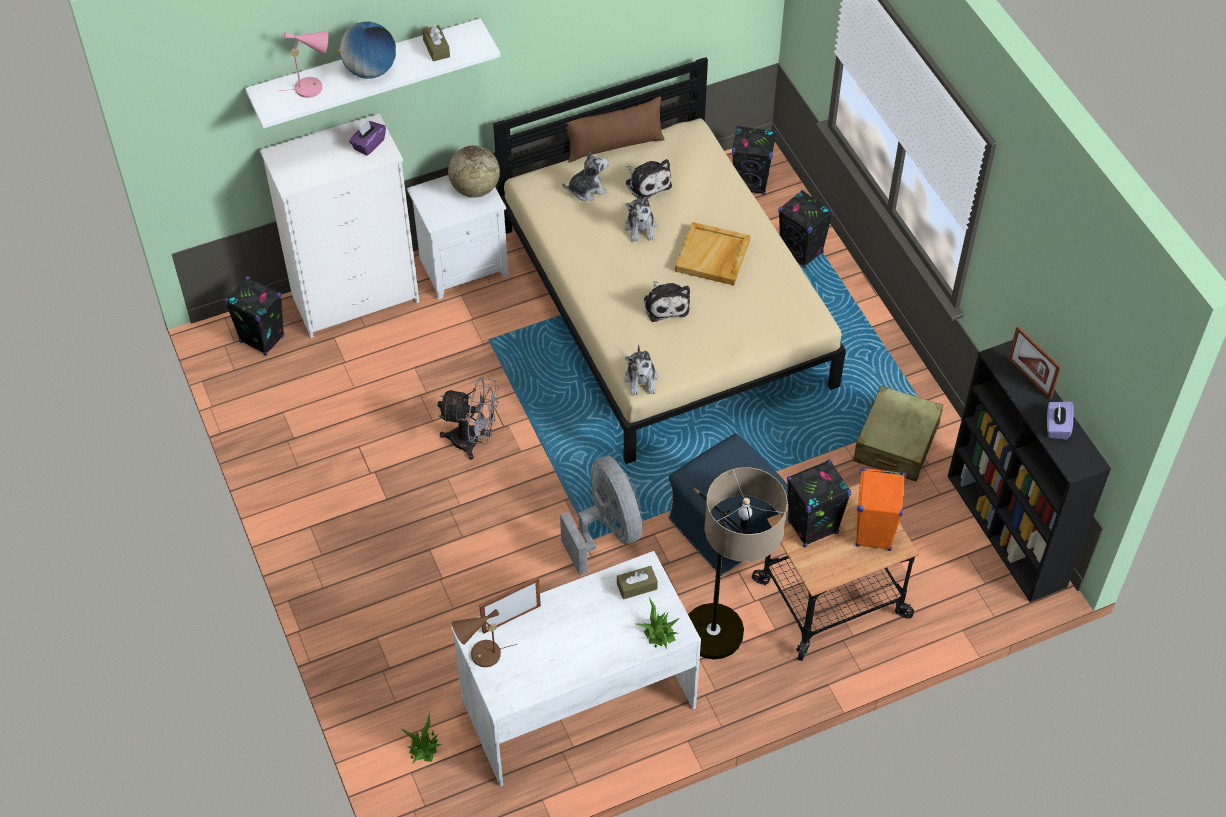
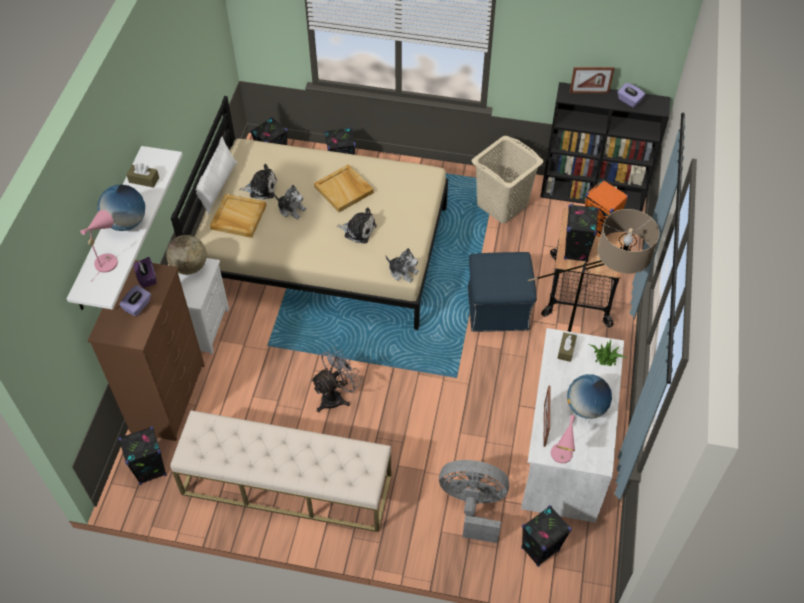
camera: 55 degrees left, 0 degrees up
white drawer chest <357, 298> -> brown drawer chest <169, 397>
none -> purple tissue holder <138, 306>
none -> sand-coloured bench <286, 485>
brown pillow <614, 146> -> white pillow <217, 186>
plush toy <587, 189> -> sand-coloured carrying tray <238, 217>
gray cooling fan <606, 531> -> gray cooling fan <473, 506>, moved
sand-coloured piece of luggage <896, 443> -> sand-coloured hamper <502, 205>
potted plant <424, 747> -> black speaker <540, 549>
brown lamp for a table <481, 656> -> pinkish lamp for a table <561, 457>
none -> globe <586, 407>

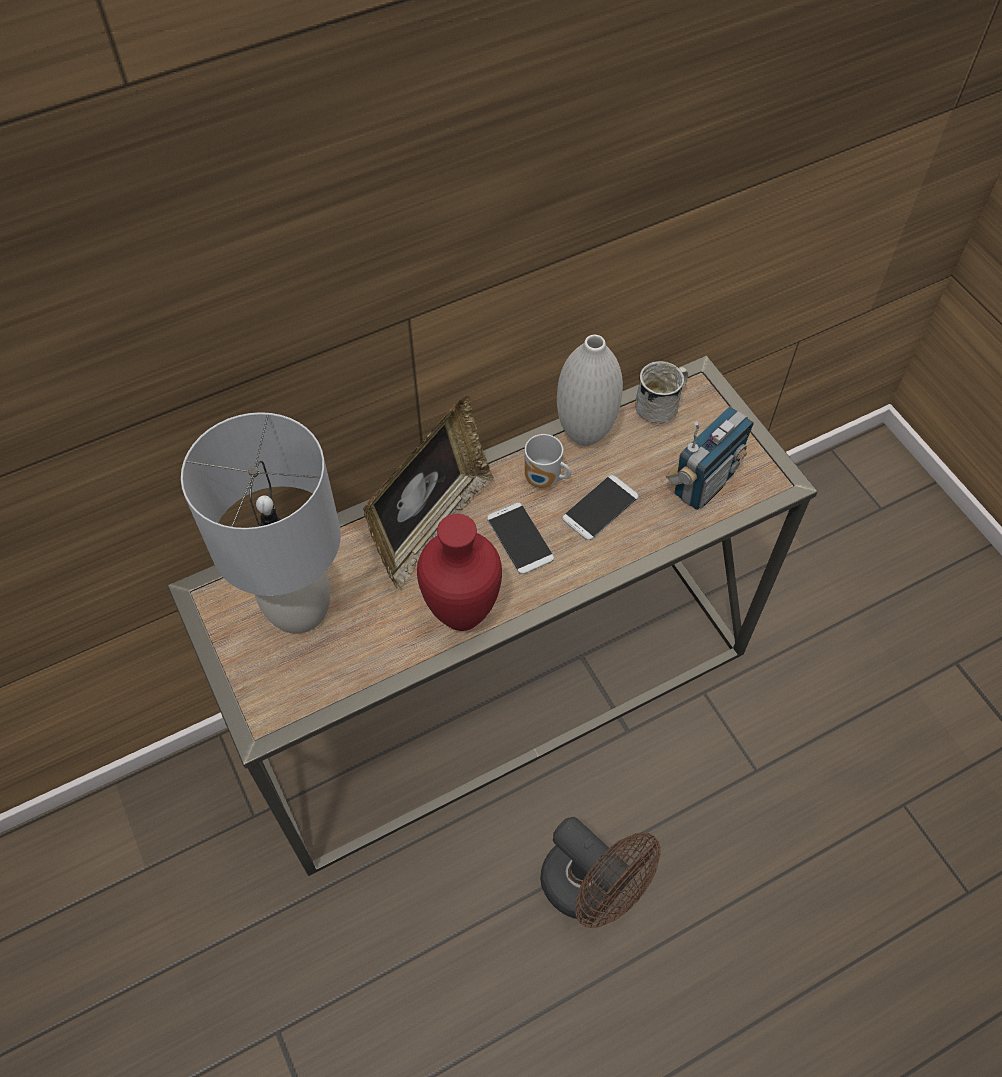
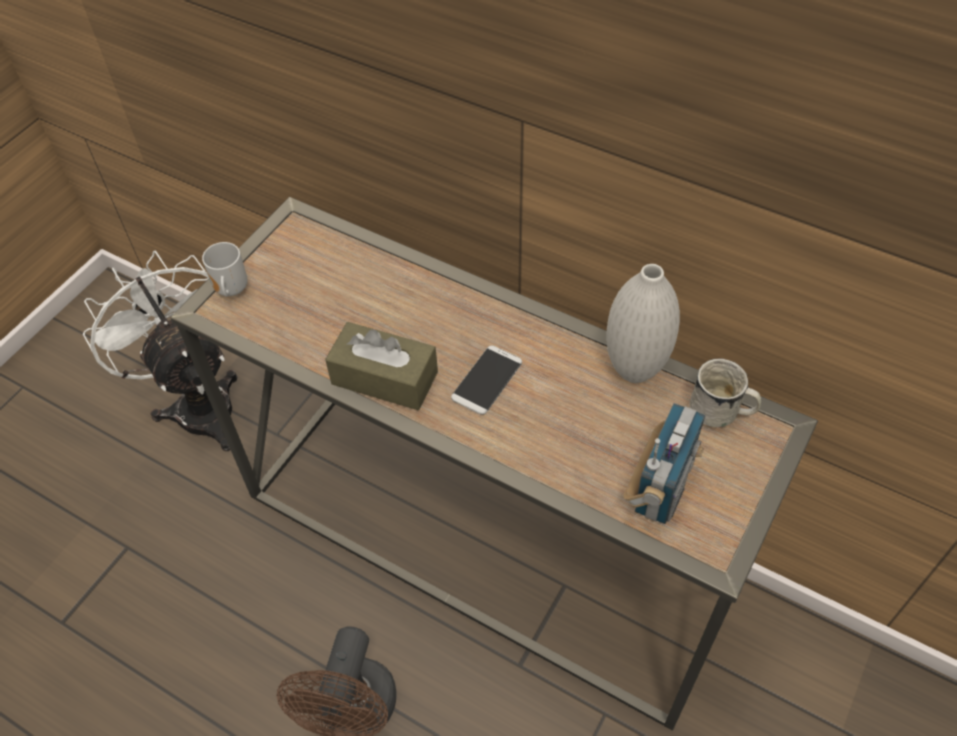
camera: 60 degrees right, 5 degrees down
none -> white cooling fan <198, 402>
coffee mug <544, 481> -> coffee mug <230, 291>, moved
reddish decorative vase <462, 612> -> brown tissue holder <384, 378>
radio receiver <702, 483> -> radio receiver <659, 490>, 75 degrees counterclockwise
gray lamp for a table <298, 607> -> none
photo frame <431, 526> -> none
telephone <600, 508> -> none

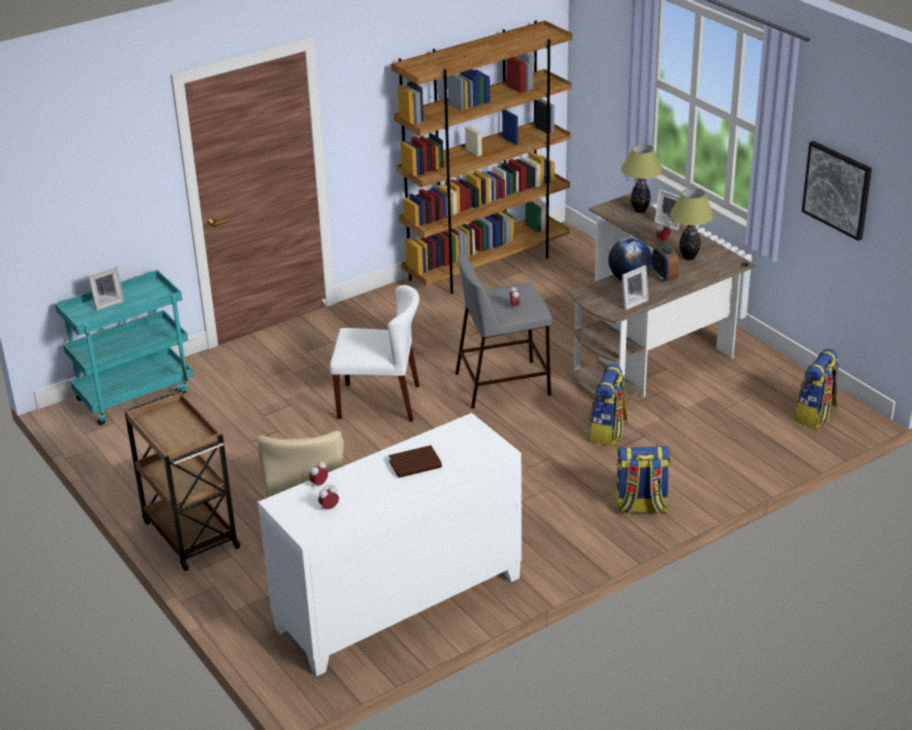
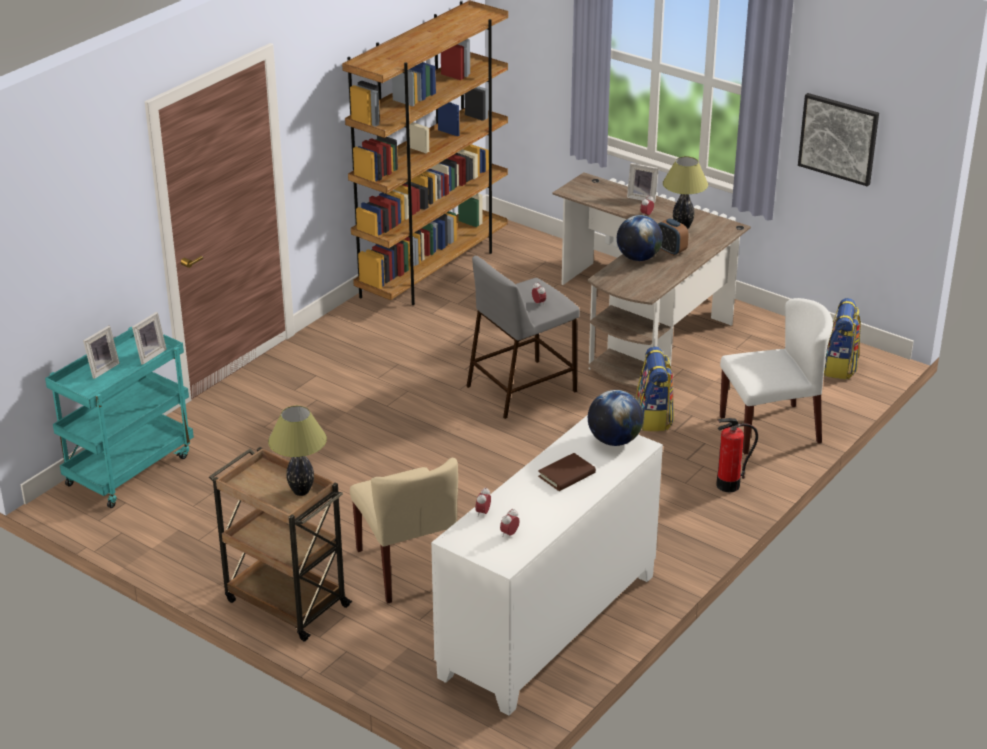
camera: 20 degrees left, 0 degrees up
photo frame <632, 302> -> photo frame <149, 355>, moved
lamp for a table <640, 210> -> lamp for a table <301, 491>, moved
none -> globe <614, 440>
backpack <640, 507> -> extinguisher <728, 485>
white upright chair <379, 402> -> white upright chair <770, 429>, moved

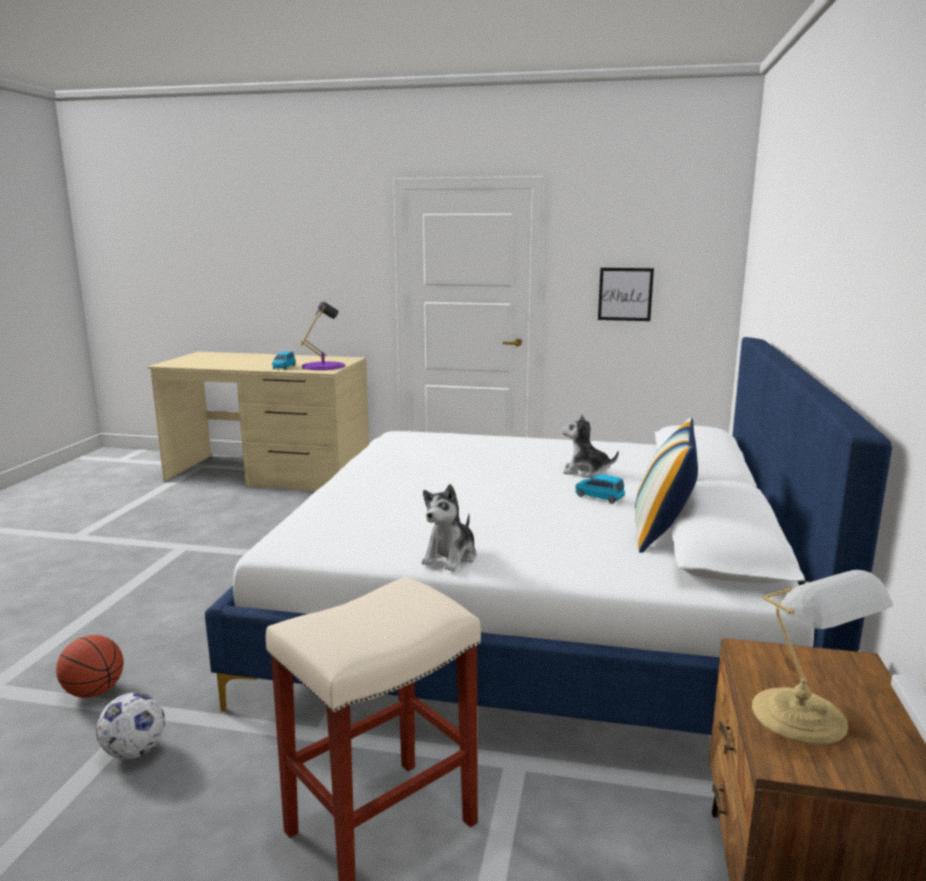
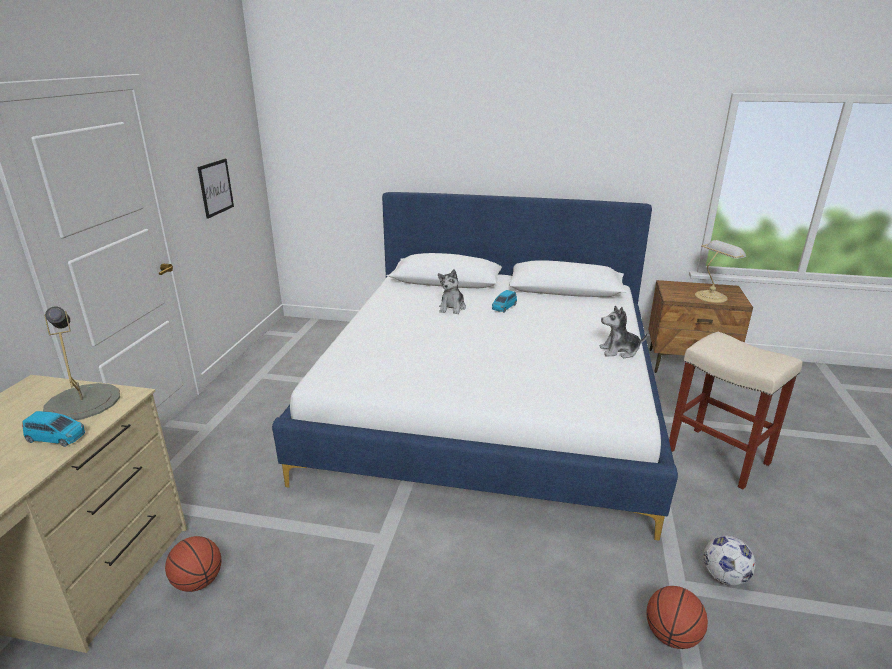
camera: 90 degrees left, 10 degrees up
purple lamp for a table <323, 366> -> gray lamp for a table <82, 402>
none -> ball for basketball <198, 582>
plush toy <451, 557> -> plush toy <619, 351>, 150 degrees clockwise
pillow <662, 533> -> none

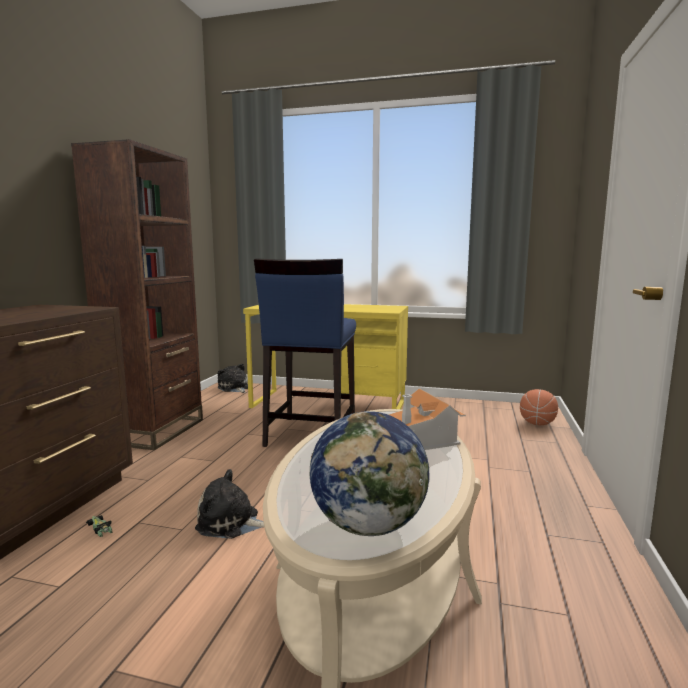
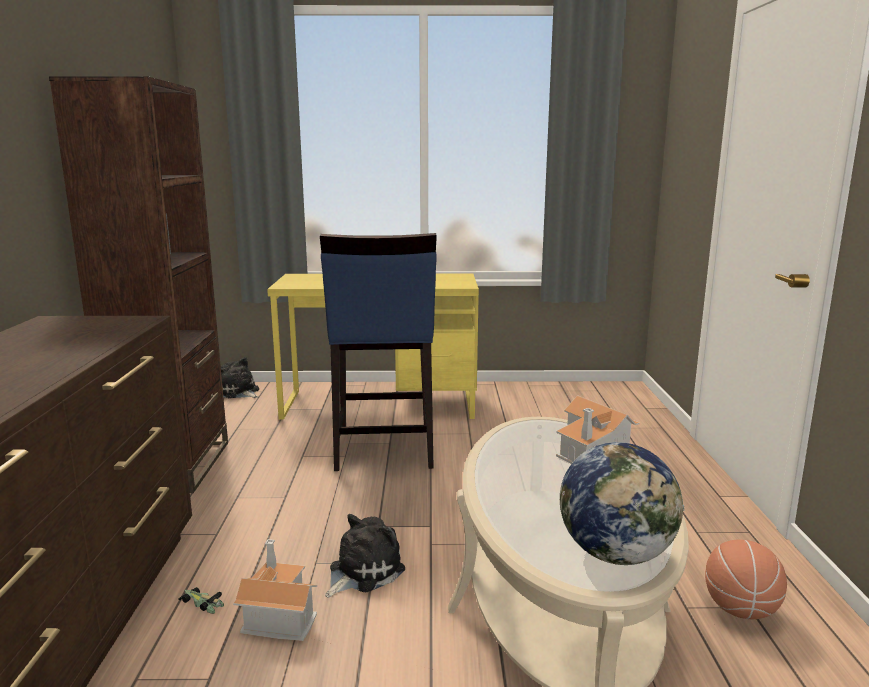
camera: 15 degrees left, 5 degrees up
none -> miniature house <278, 614>
plush toy <231, 523> -> plush toy <362, 571>, 135 degrees clockwise
ball for basketball <537, 423> -> ball for basketball <740, 609>, moved

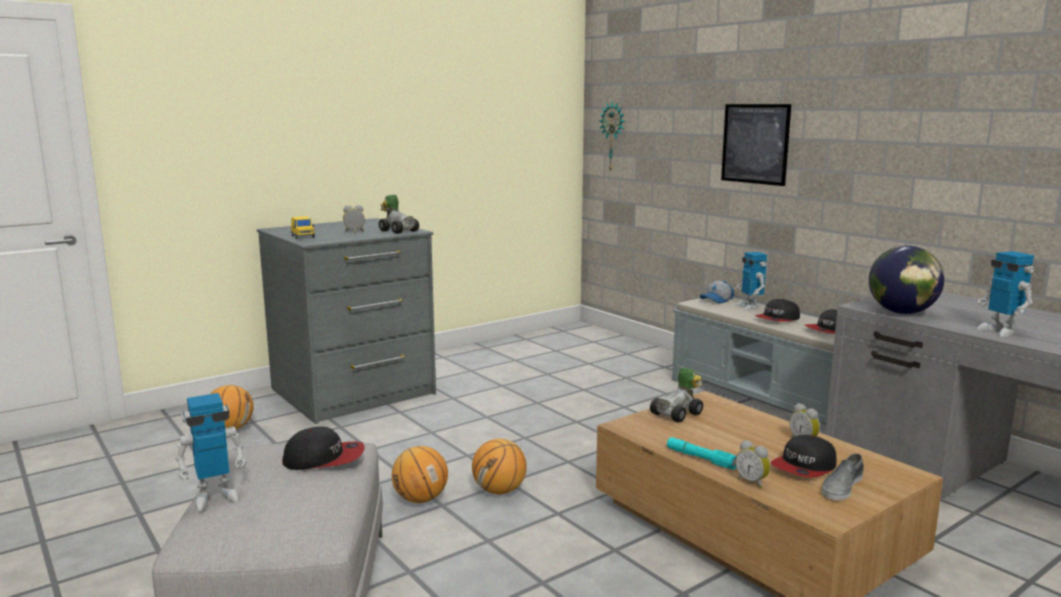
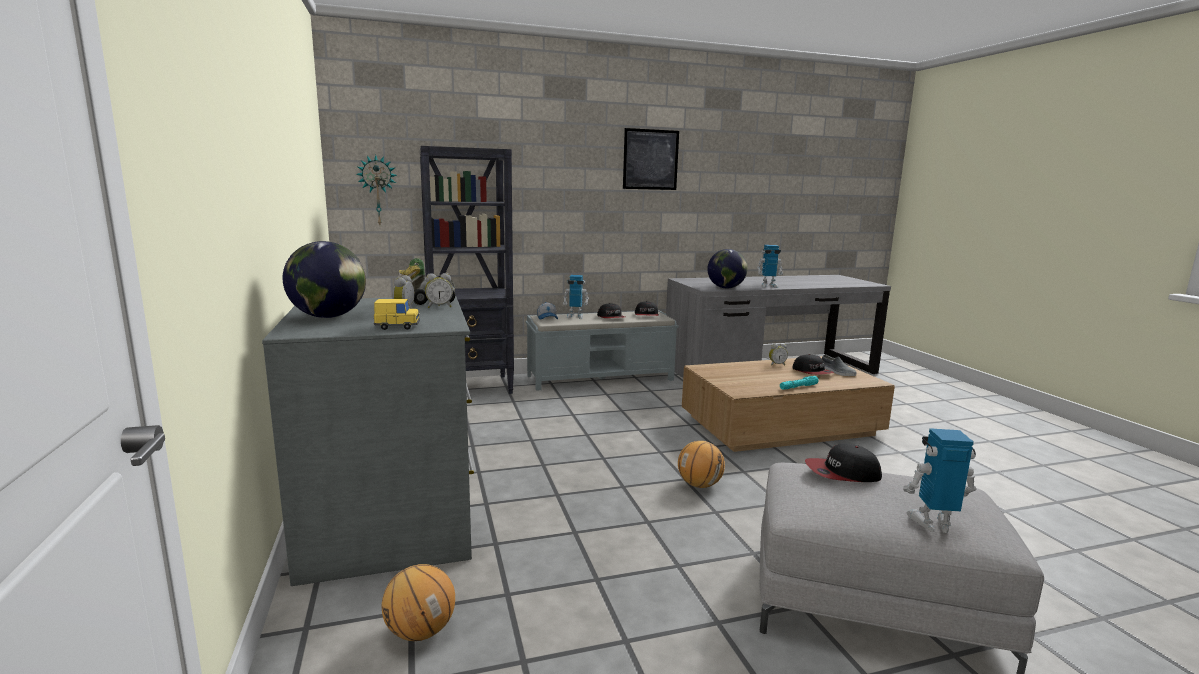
camera: 70 degrees left, 0 degrees up
none -> globe <328, 317>
none -> black bookshelf <472, 387>
table clock <752, 482> -> table clock <439, 307>, moved
wall picture <755, 144> -> wall picture <650, 159>, moved
baseball cap <324, 458> -> baseball cap <842, 473>, 105 degrees counterclockwise
toy robot <215, 497> -> toy robot <933, 524>, 75 degrees counterclockwise
ball for basketball <420, 499> -> none
model car <679, 413> -> none

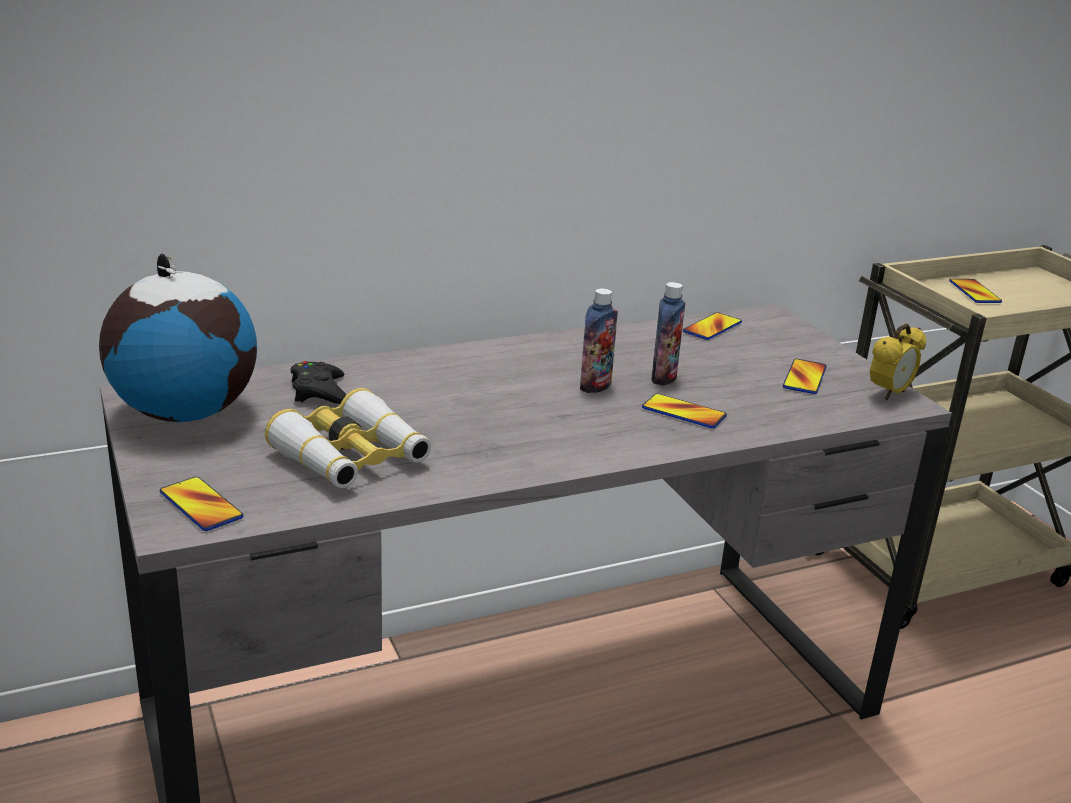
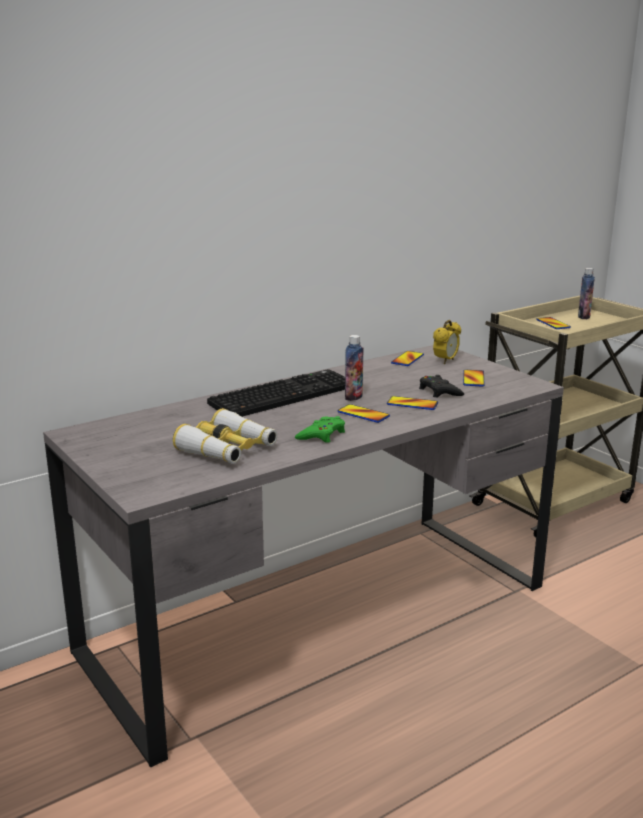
camera: 10 degrees left, 5 degrees down
none -> keyboard <282, 395>
none -> green-coloured game controller <322, 435>
telephone <201, 505> -> telephone <363, 414>, moved
black game controller <320, 391> -> black game controller <439, 392>, moved
table clock <889, 394> -> table clock <445, 361>, moved
beverage bottle <663, 378> -> beverage bottle <583, 317>, moved
globe <185, 412> -> none

